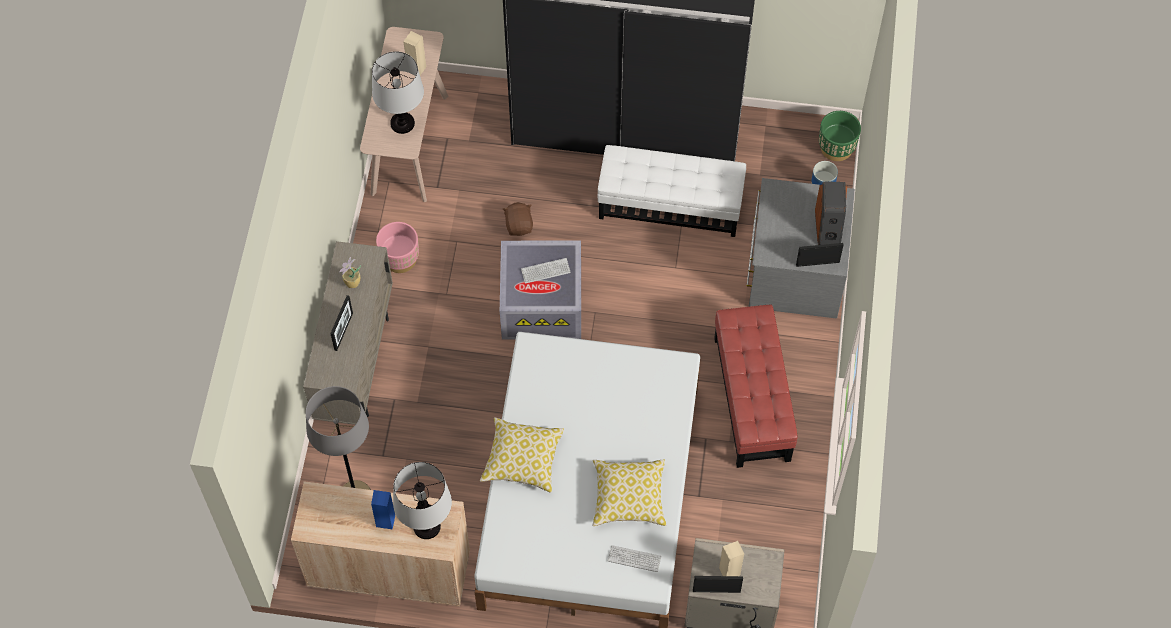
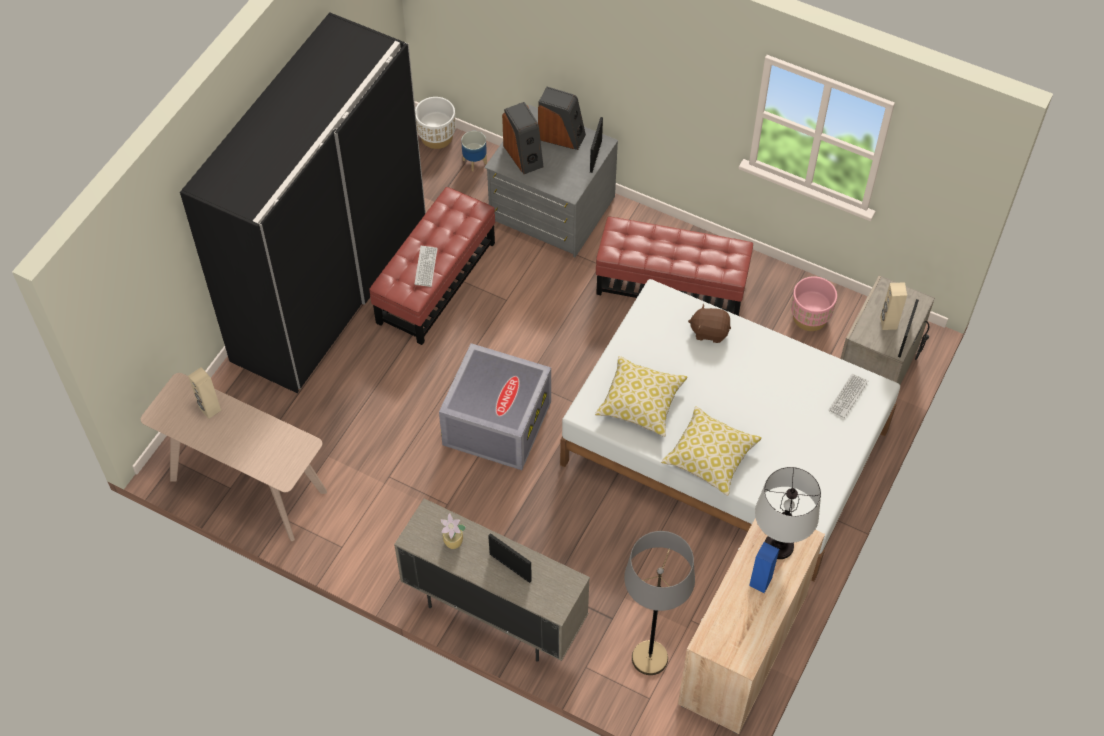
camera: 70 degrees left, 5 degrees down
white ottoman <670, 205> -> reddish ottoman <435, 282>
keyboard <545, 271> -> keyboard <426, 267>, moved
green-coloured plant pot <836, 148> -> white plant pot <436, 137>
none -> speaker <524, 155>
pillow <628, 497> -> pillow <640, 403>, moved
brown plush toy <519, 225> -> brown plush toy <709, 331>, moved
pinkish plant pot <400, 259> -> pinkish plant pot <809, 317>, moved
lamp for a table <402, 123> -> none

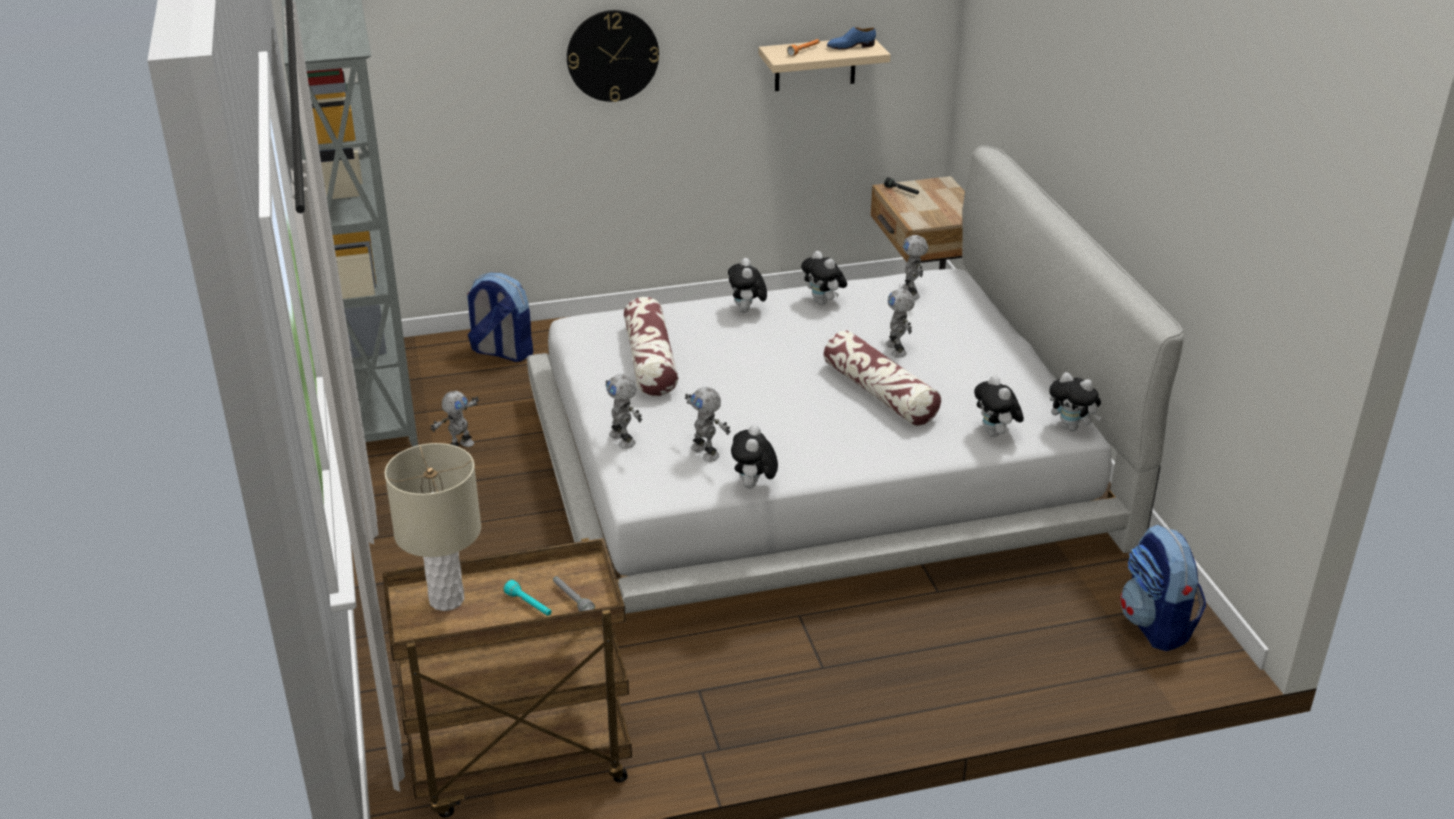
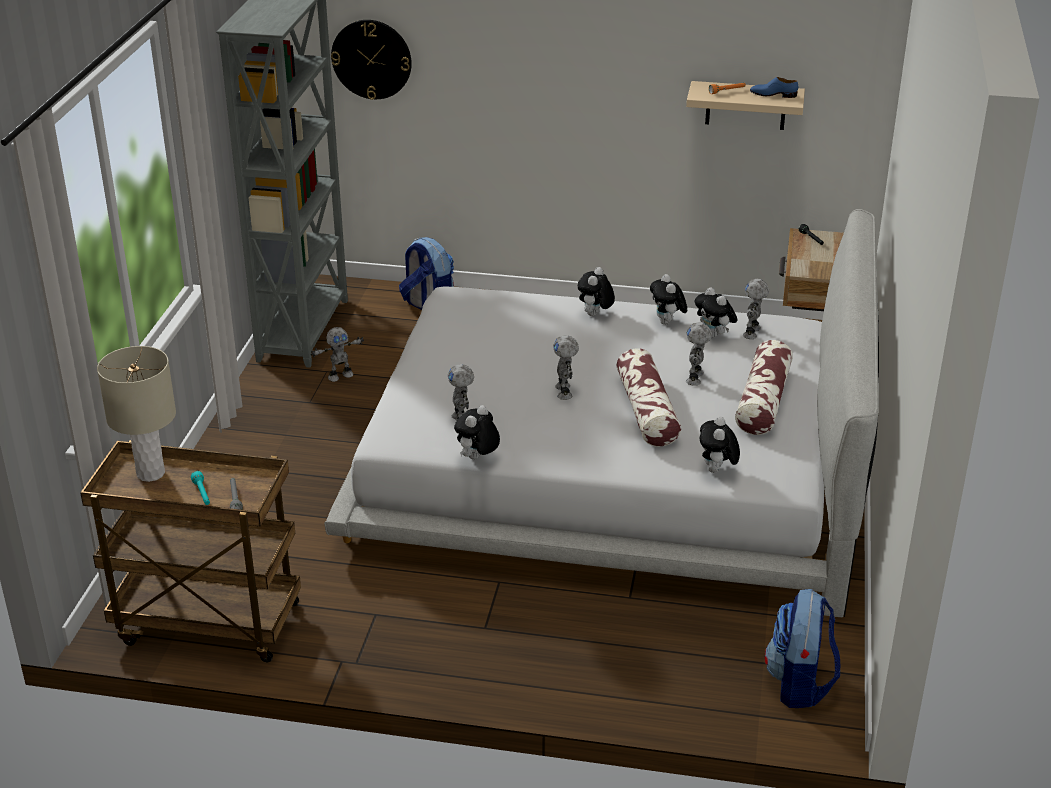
camera: 25 degrees right, 0 degrees up
hanging clock <612, 55> -> hanging clock <371, 59>, moved
toy robot <623, 439> -> toy robot <565, 392>, moved
plush toy <1072, 427> -> plush toy <714, 335>, moved
pillow <650, 361> -> pillow <763, 401>, moved

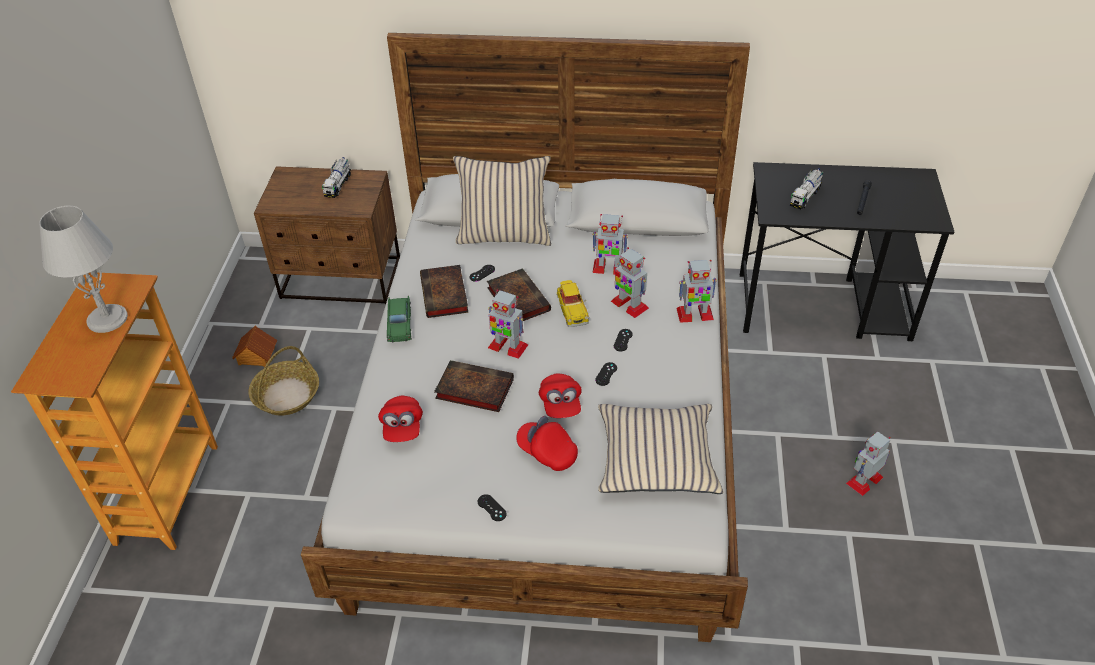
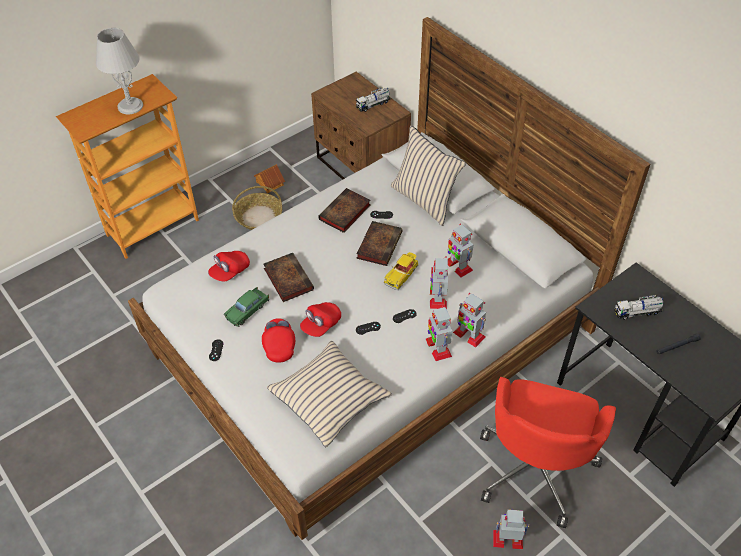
camera: 45 degrees right, 5 degrees up
green-coloured model car <400, 324> -> green-coloured model car <247, 310>, moved
toy robot <507, 346> -> toy robot <438, 347>, moved
none -> reddish desk chair <535, 467>

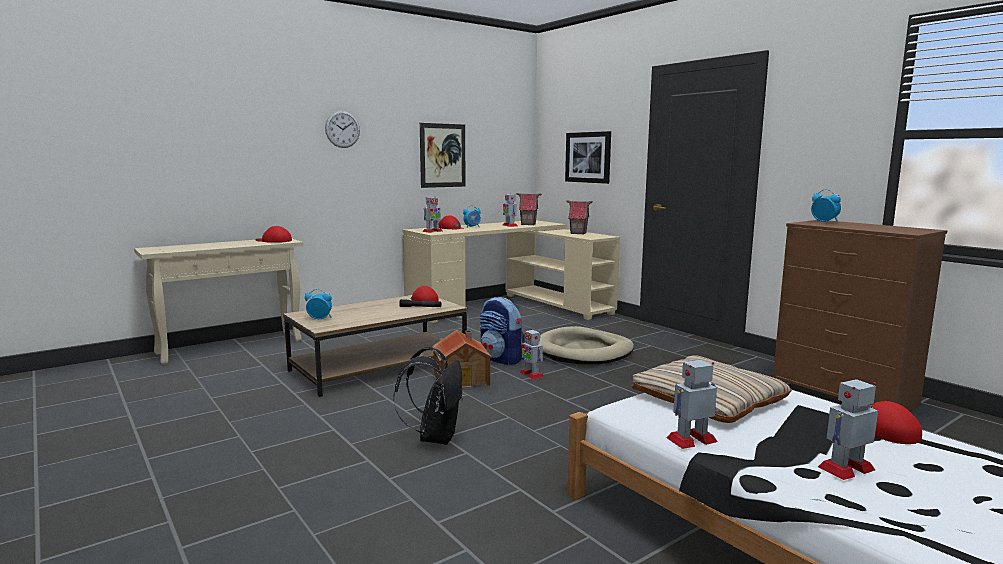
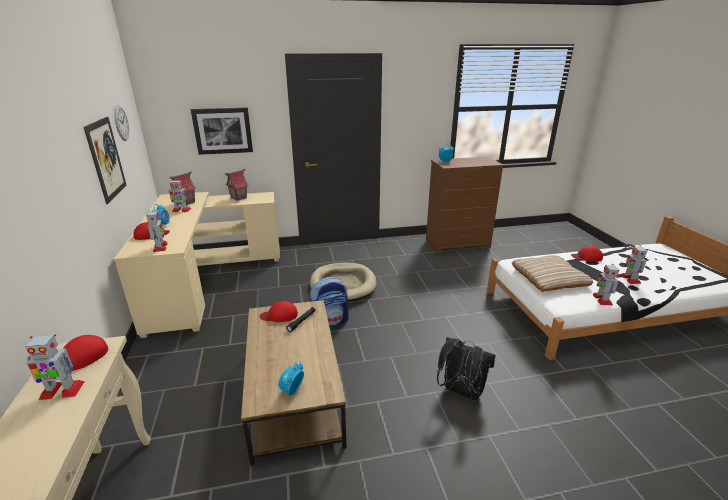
camera: 65 degrees left, 15 degrees up
toy robot <531, 374> -> toy robot <61, 390>, moved
hanging clock <342, 129> -> hanging clock <121, 123>, moved
miniature house <462, 378> -> none

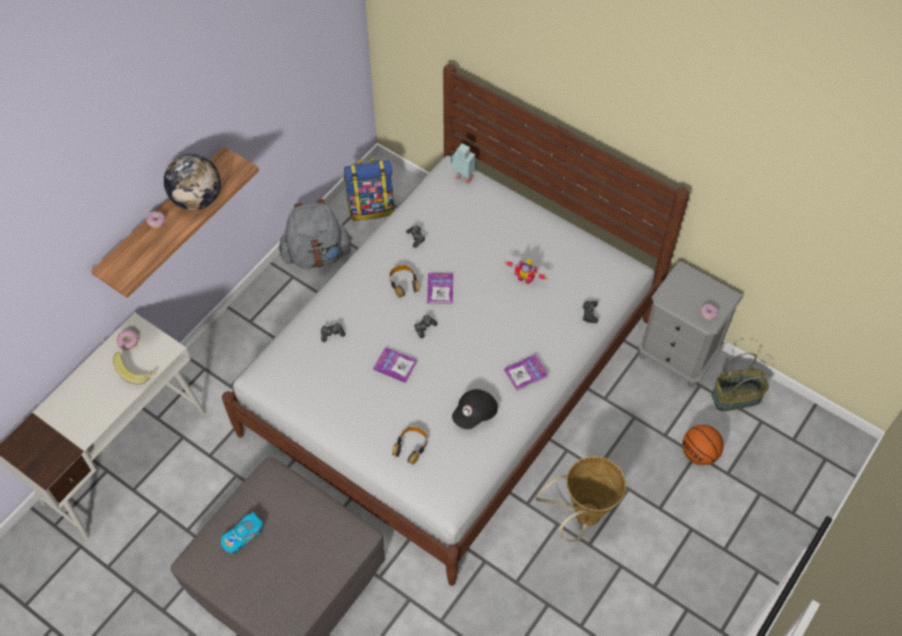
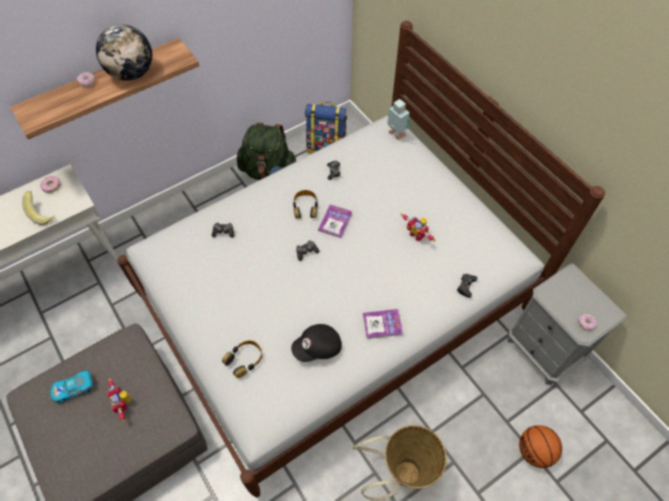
camera: 20 degrees right, 0 degrees up
none -> toy robot <124, 403>
gray backpack <317, 255> -> green-coloured backpack <269, 171>
bound book <395, 365> -> none
basket <736, 396> -> none

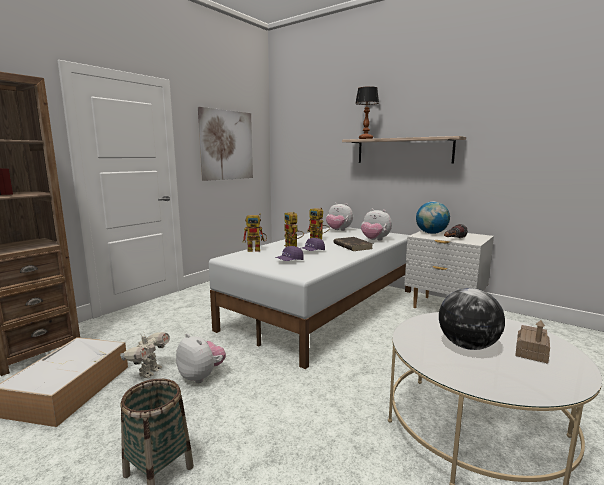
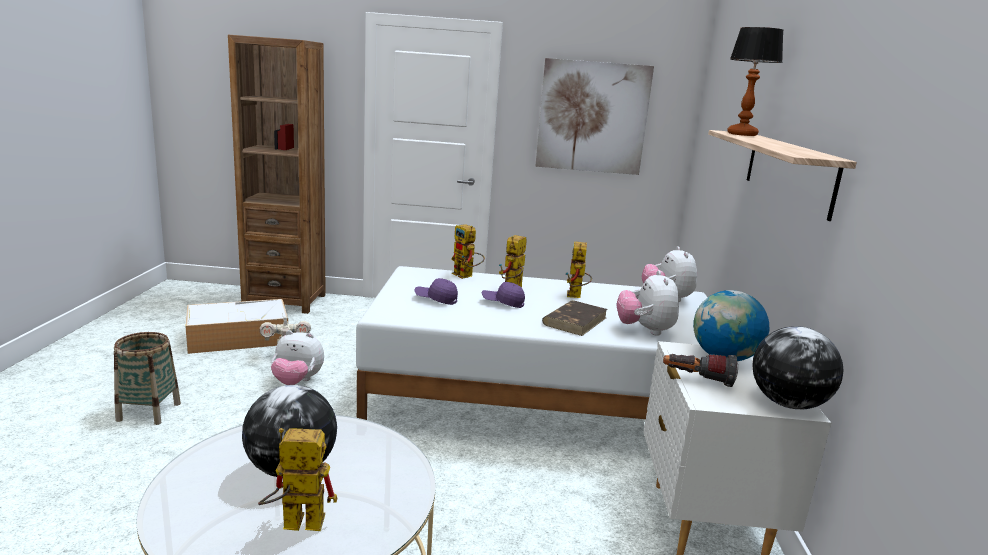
camera: 55 degrees right, 5 degrees up
miniature house <531, 354> -> toy robot <294, 525>
plush toy <201, 376> -> plush toy <297, 382>, 90 degrees clockwise
none -> globe <788, 404>

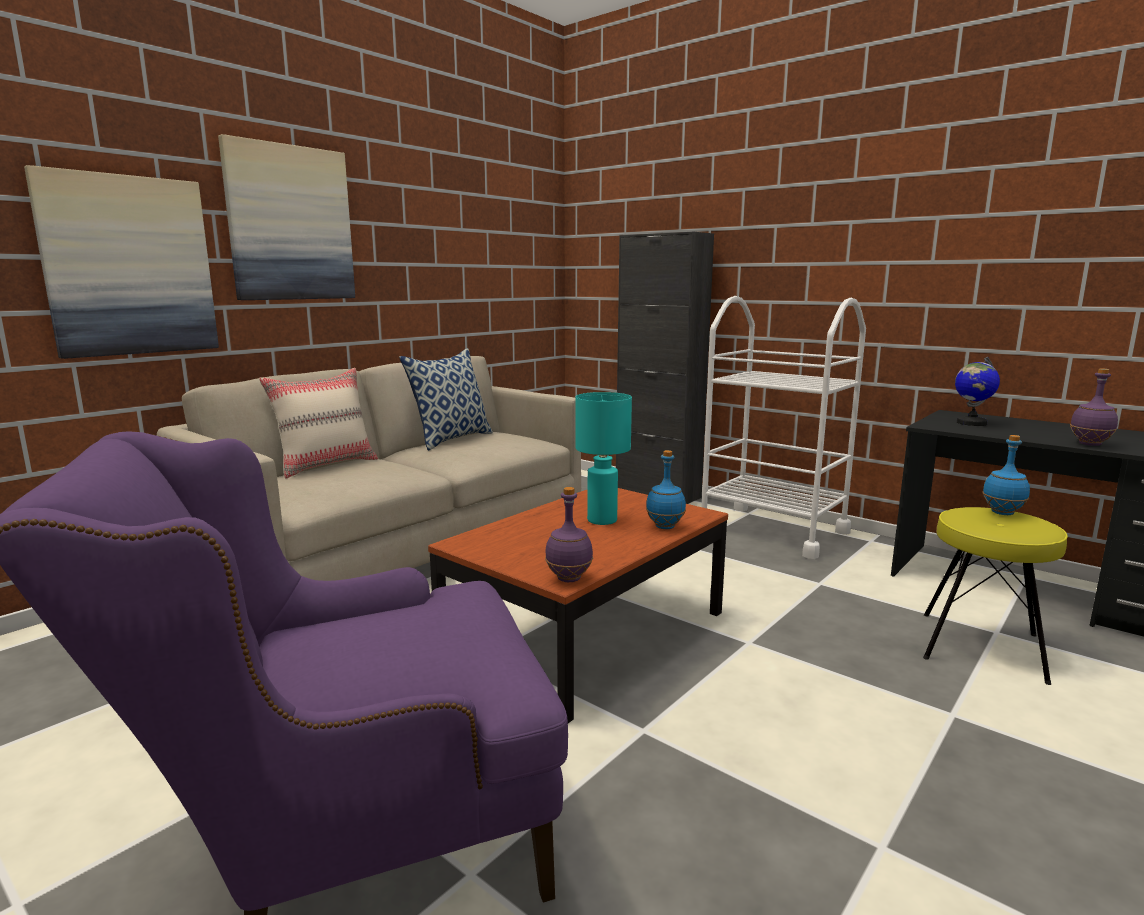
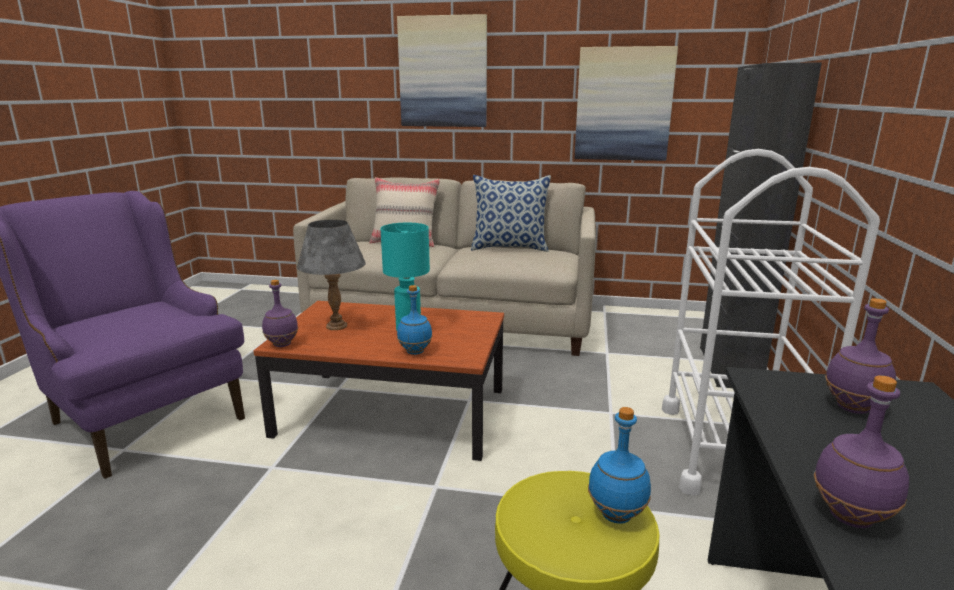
camera: 60 degrees right, 5 degrees up
none -> gray lamp for a table <337, 326>
wall picture <129, 266> -> wall picture <623, 104>, moved
globe <971, 423> -> purple beverage bottle <852, 408>

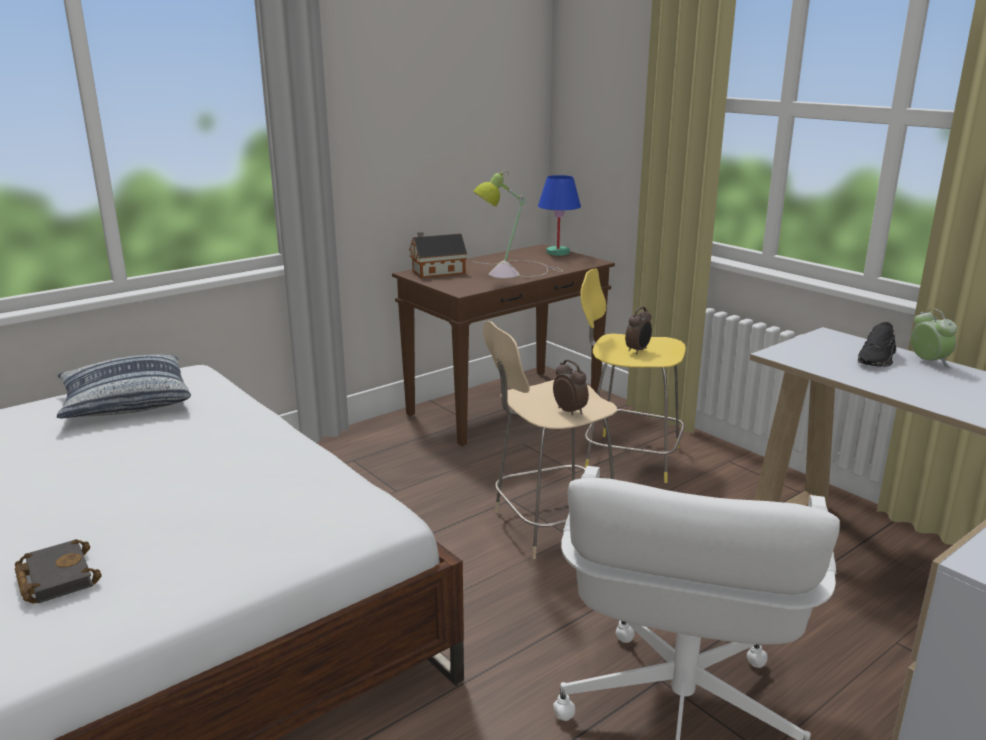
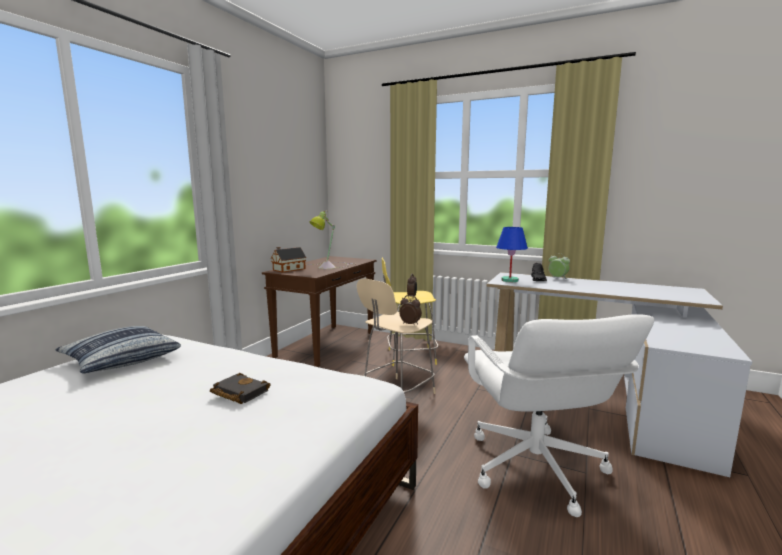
camera: 25 degrees left, 10 degrees down
black bound book <55, 577> -> black bound book <238, 393>, moved
bluish lamp for a table <557, 252> -> bluish lamp for a table <509, 280>, moved

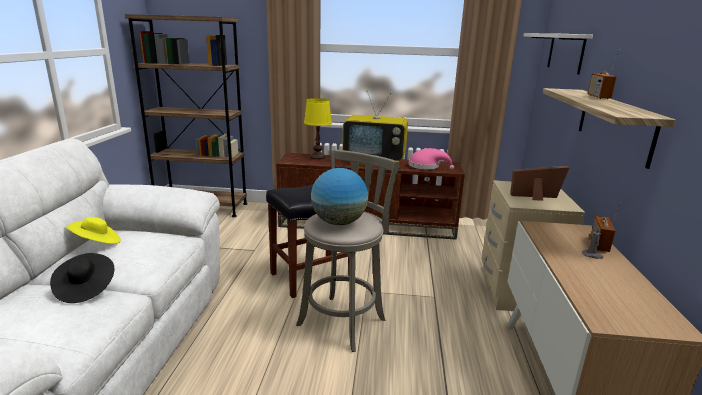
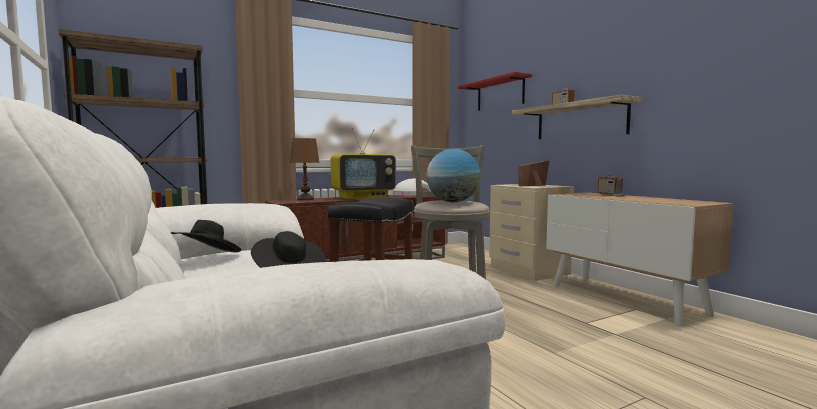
camera: 35 degrees left, 15 degrees down
yellow hat <97, 243> -> black hat <207, 257>
yellow lamp for a table <318, 157> -> brown lamp for a table <305, 199>
pinkish hat <426, 166> -> white hat <409, 195>
white wall shelf <565, 52> -> reddish wall shelf <500, 94>

